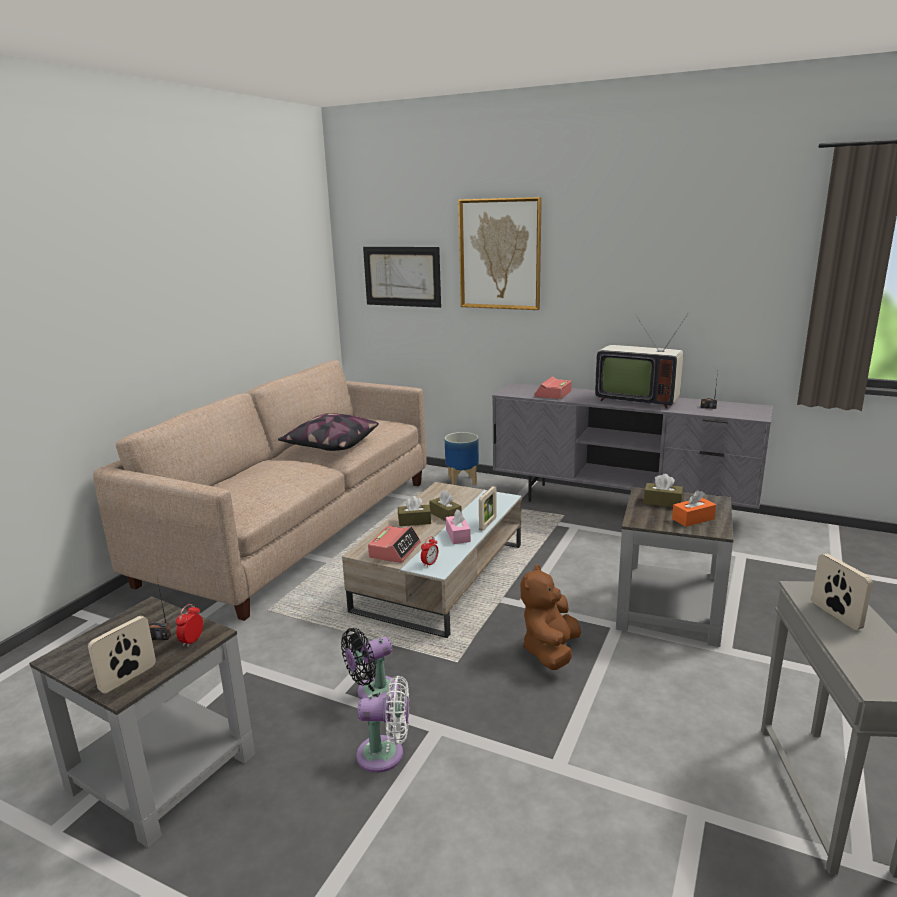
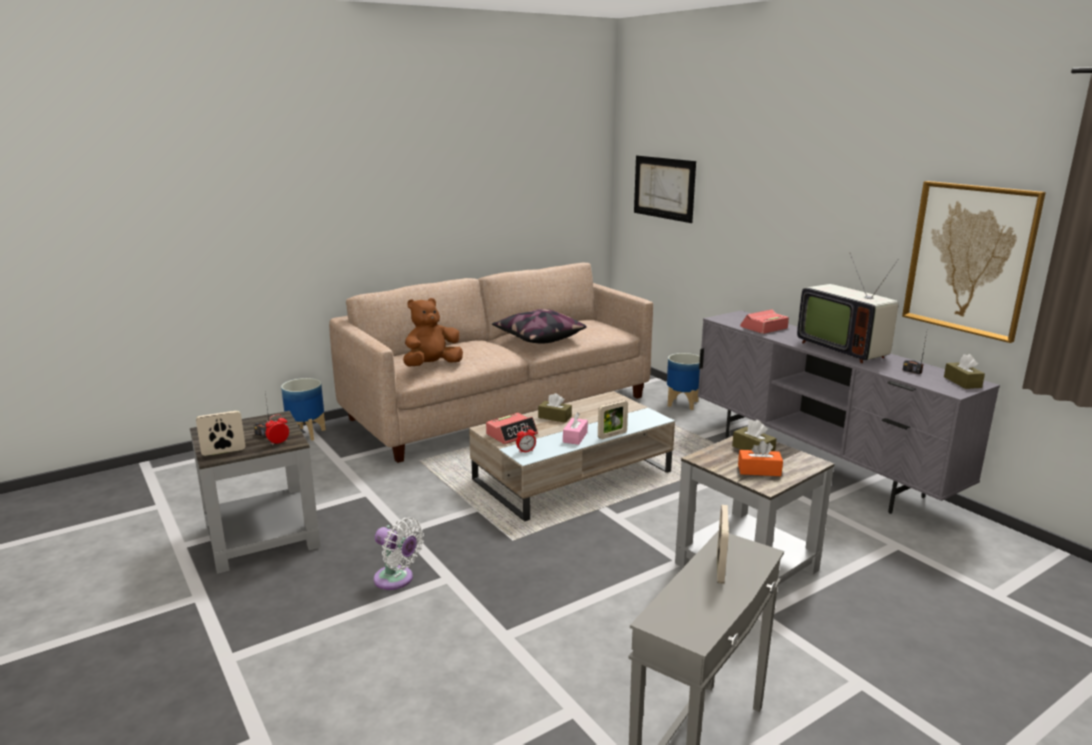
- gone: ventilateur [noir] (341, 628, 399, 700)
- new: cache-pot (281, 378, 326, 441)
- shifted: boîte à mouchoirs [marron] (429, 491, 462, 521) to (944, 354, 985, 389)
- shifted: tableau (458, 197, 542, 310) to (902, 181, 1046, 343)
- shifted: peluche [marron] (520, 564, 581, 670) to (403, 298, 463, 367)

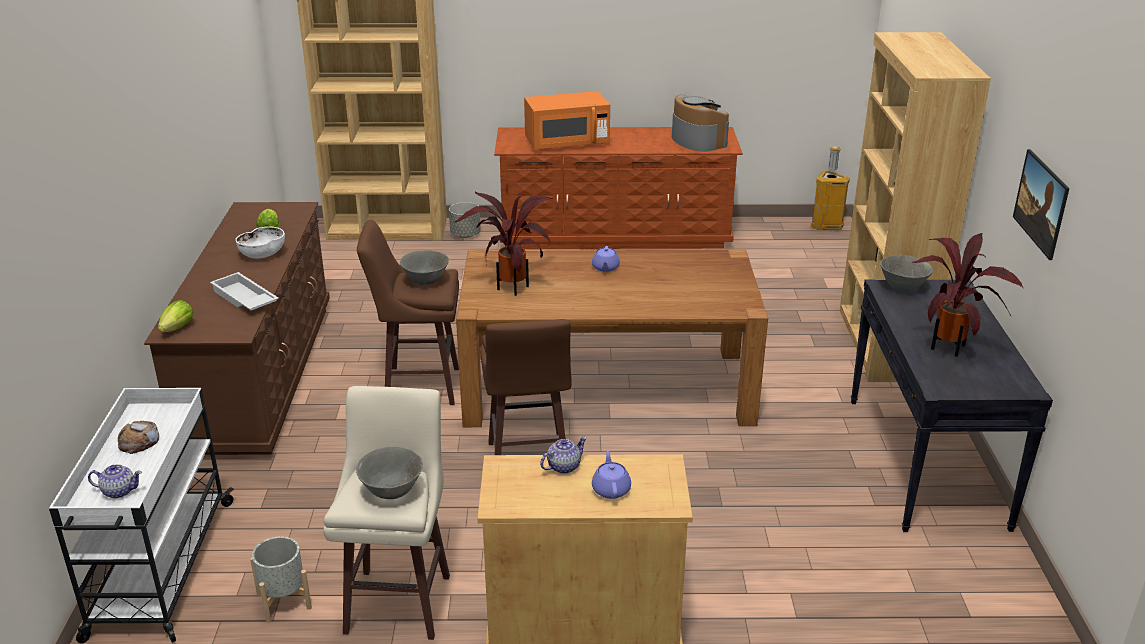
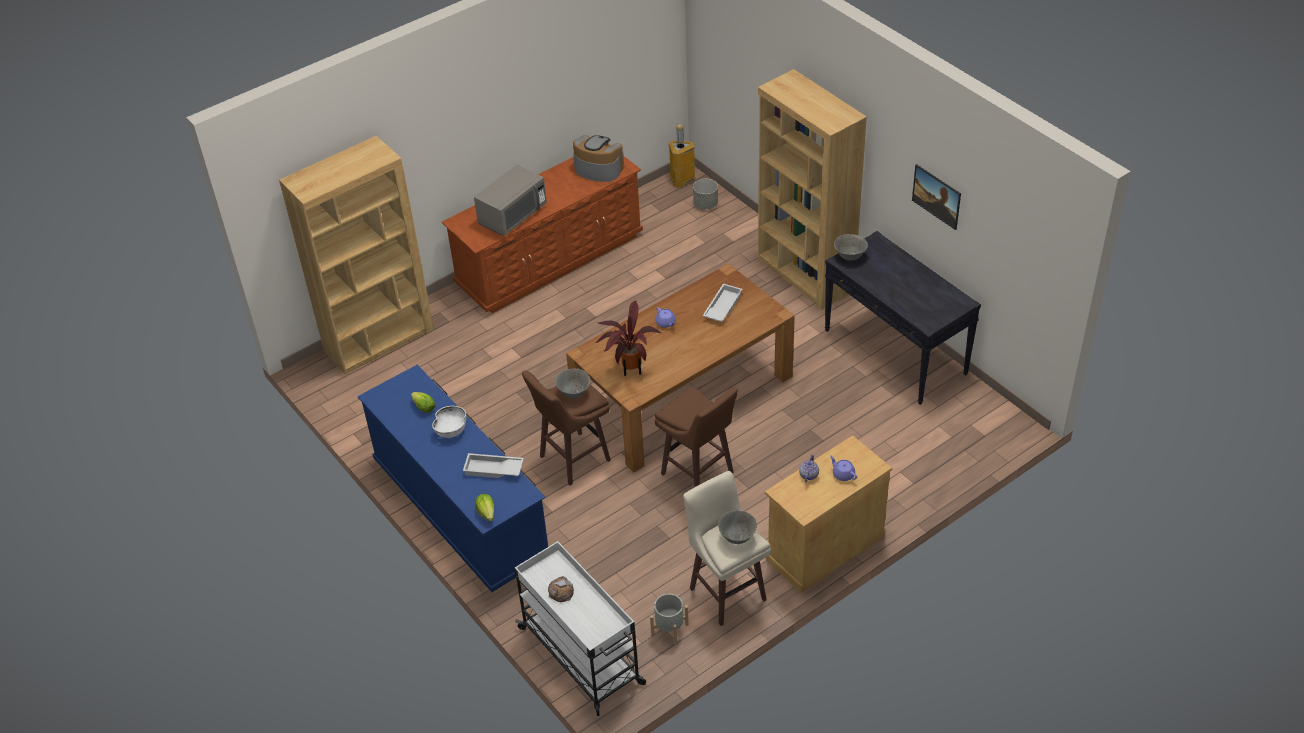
- gone: théière (88, 464, 142, 498)
- gone: plante en pot (913, 233, 1023, 357)
- new: plateau [blanc] (703, 284, 743, 322)
- shifted: cache-pot [gris] (449, 202, 481, 238) to (693, 179, 718, 209)
- repainted: commode [marron] (144, 202, 330, 455) to commode [bleu] (358, 365, 548, 592)
- repainted: micro-ondes [orange] (524, 91, 610, 150) to micro-ondes [gris] (474, 165, 547, 236)

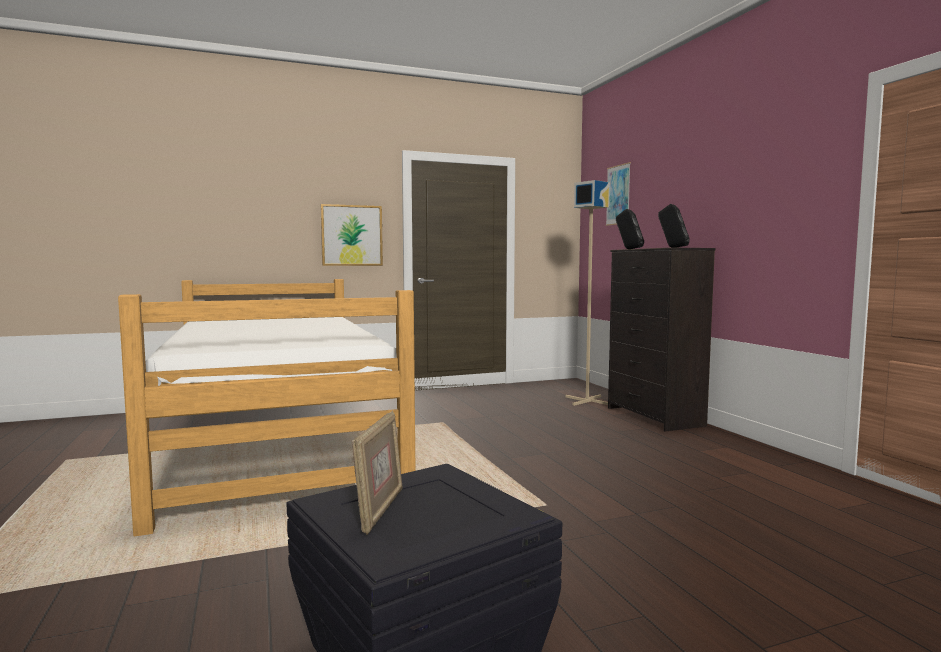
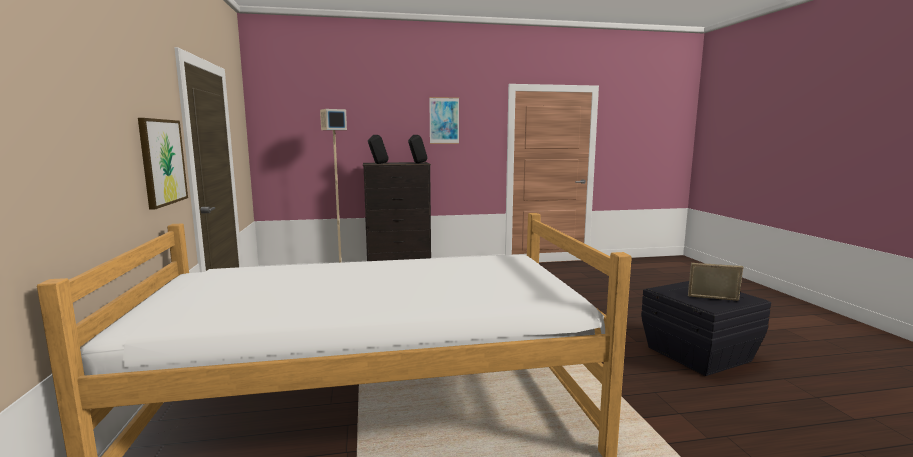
- shifted: tableau (606, 162, 631, 226) to (429, 97, 459, 144)

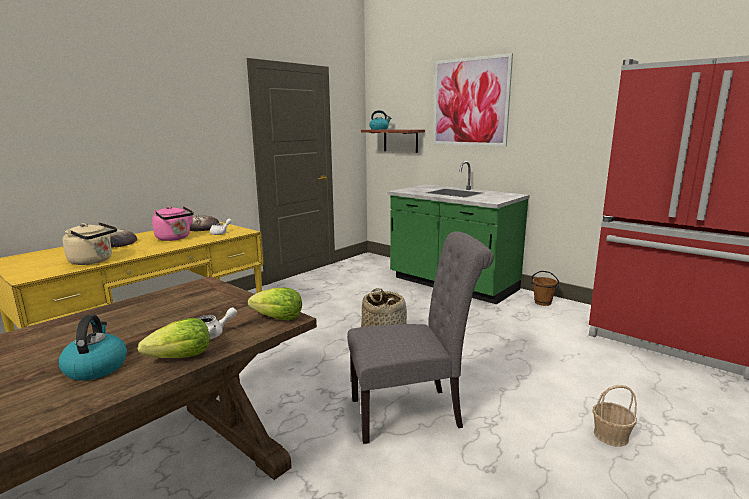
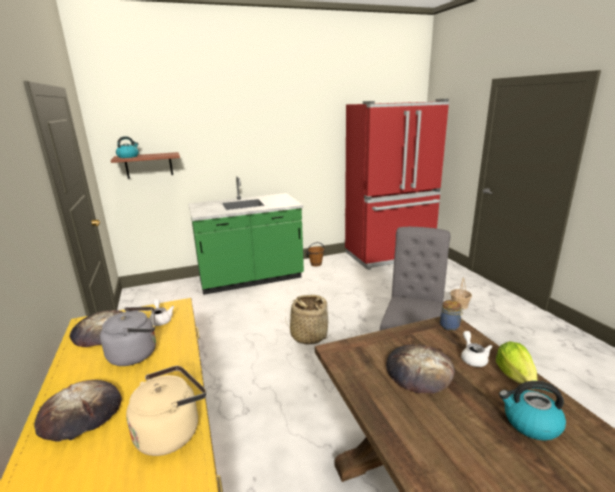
- gone: tableau (433, 53, 513, 147)
- new: pain (386, 344, 454, 393)
- swapped: laitue (248, 288, 302, 321) to bocal (440, 300, 463, 331)
- repainted: bouilloire [rose] (152, 206, 194, 241) to bouilloire [gris] (100, 307, 156, 366)

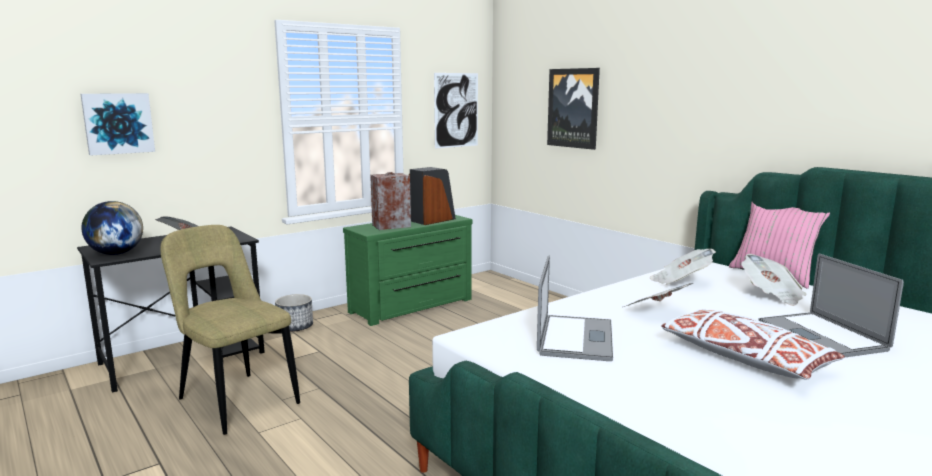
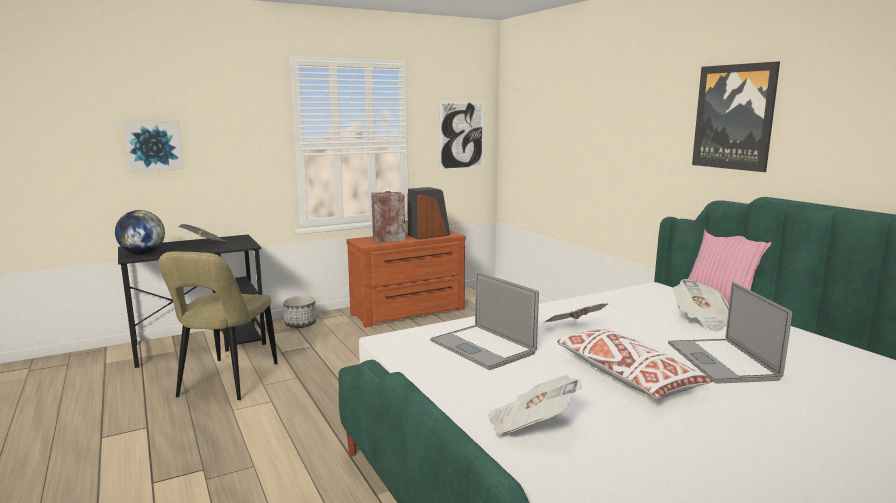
- shifted: tableau (547, 68, 600, 150) to (692, 61, 780, 172)
- shifted: journal (649, 249, 716, 285) to (488, 375, 582, 436)
- repainted: commode [vert] (343, 215, 472, 326) to commode [marron] (346, 230, 466, 328)
- rotated: chaise [beige] (160, 225, 300, 435) = (158, 252, 278, 400) 135 degrees counterclockwise
- rotated: ordinateur portable (537, 255, 613, 361) = (430, 271, 539, 370) 120 degrees clockwise

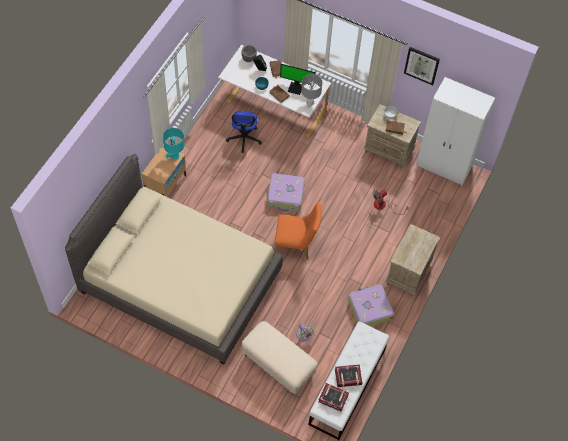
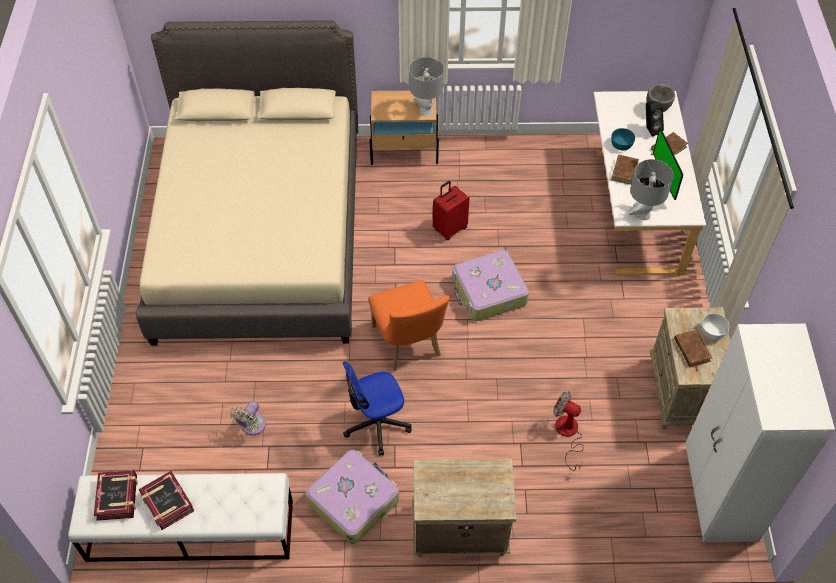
- gone: pouf [beige] (242, 321, 318, 395)
- gone: tableau (404, 47, 440, 85)
- new: valise [rouge] (433, 181, 469, 240)
- shifted: chaise de bureau (226, 111, 262, 153) to (343, 361, 412, 456)
- repainted: lampe de table [turquoise] (163, 128, 185, 160) to lampe de table [gris] (409, 57, 444, 116)

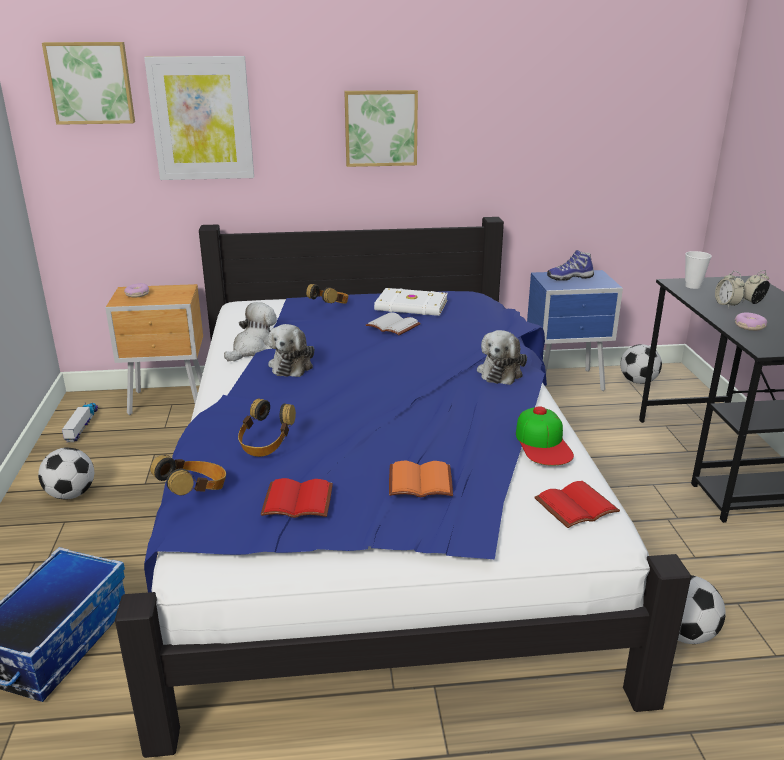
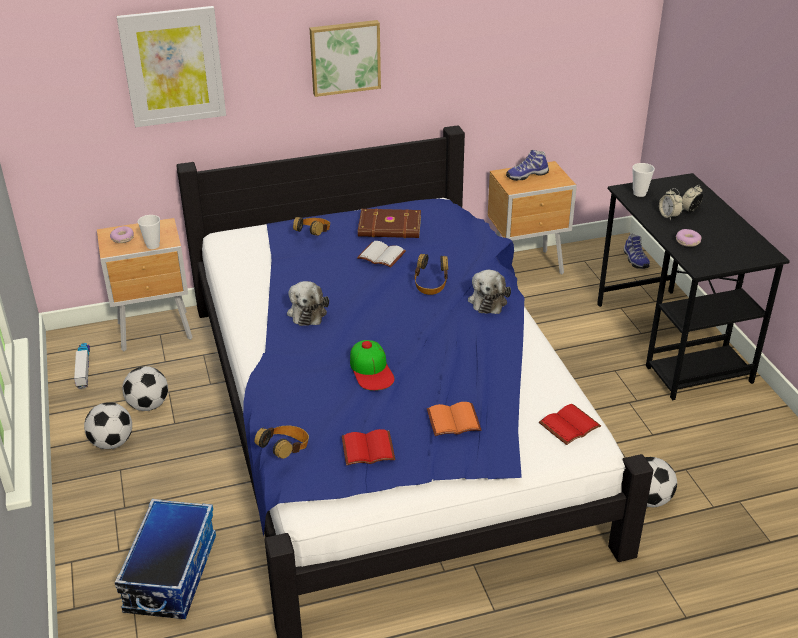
- gone: tableau (42, 42, 135, 125)
- gone: peluche (224, 302, 277, 362)
- new: tasse (138, 215, 160, 249)
- new: chaussure (624, 233, 650, 269)
- shifted: casque audio (238, 399, 296, 457) to (414, 254, 448, 295)
- shifted: casquette (516, 406, 574, 466) to (350, 340, 395, 391)
- shifted: ballon de foot (620, 344, 662, 384) to (122, 366, 168, 411)
- repainted: livre [blanc] (374, 288, 448, 316) to livre [marron] (358, 209, 421, 238)
- repainted: table de chevet [bleu] (527, 270, 623, 391) to table de chevet [marron] (488, 161, 577, 275)

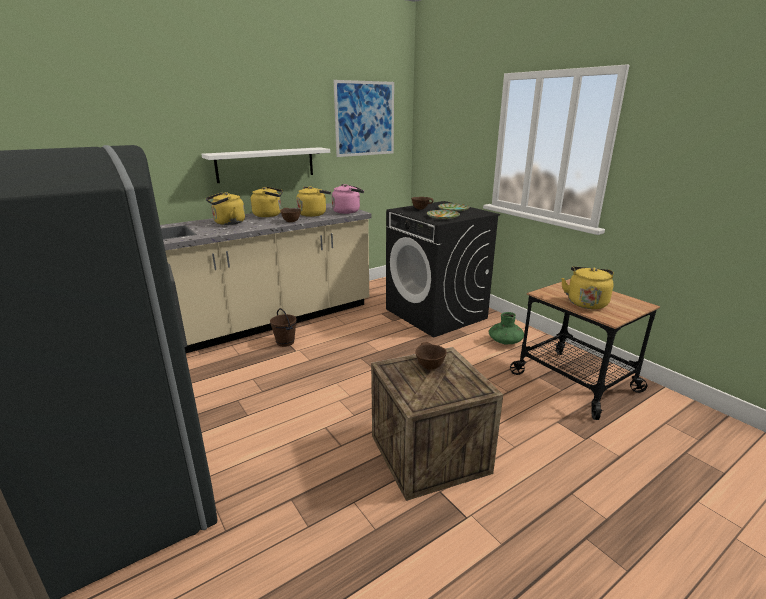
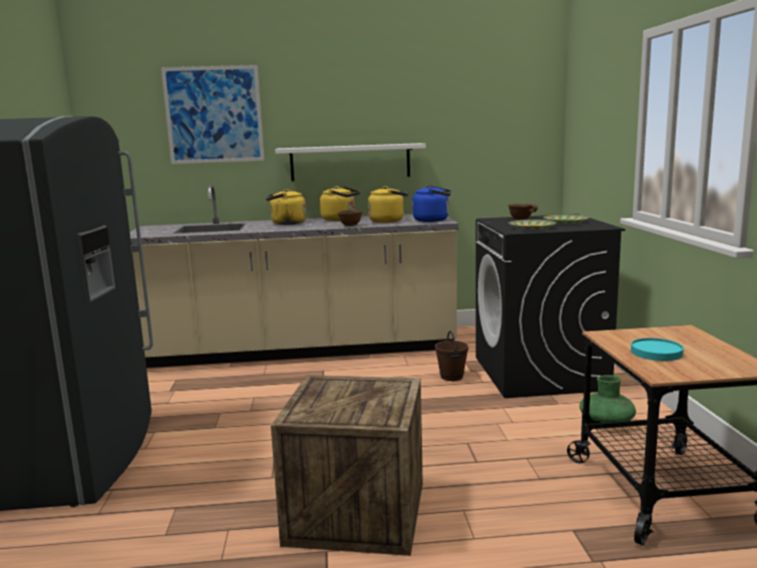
- gone: bol [marron] (416, 342, 447, 370)
- shifted: seau [marron] (270, 308, 297, 347) to (435, 331, 468, 381)
- shifted: tableau (333, 80, 394, 157) to (161, 65, 264, 164)
- swapped: bouilloire [jaune] (561, 266, 614, 309) to assiette [turquoise] (631, 338, 684, 361)
- repainted: bouilloire [rose] (332, 184, 364, 214) to bouilloire [bleu] (412, 185, 451, 222)

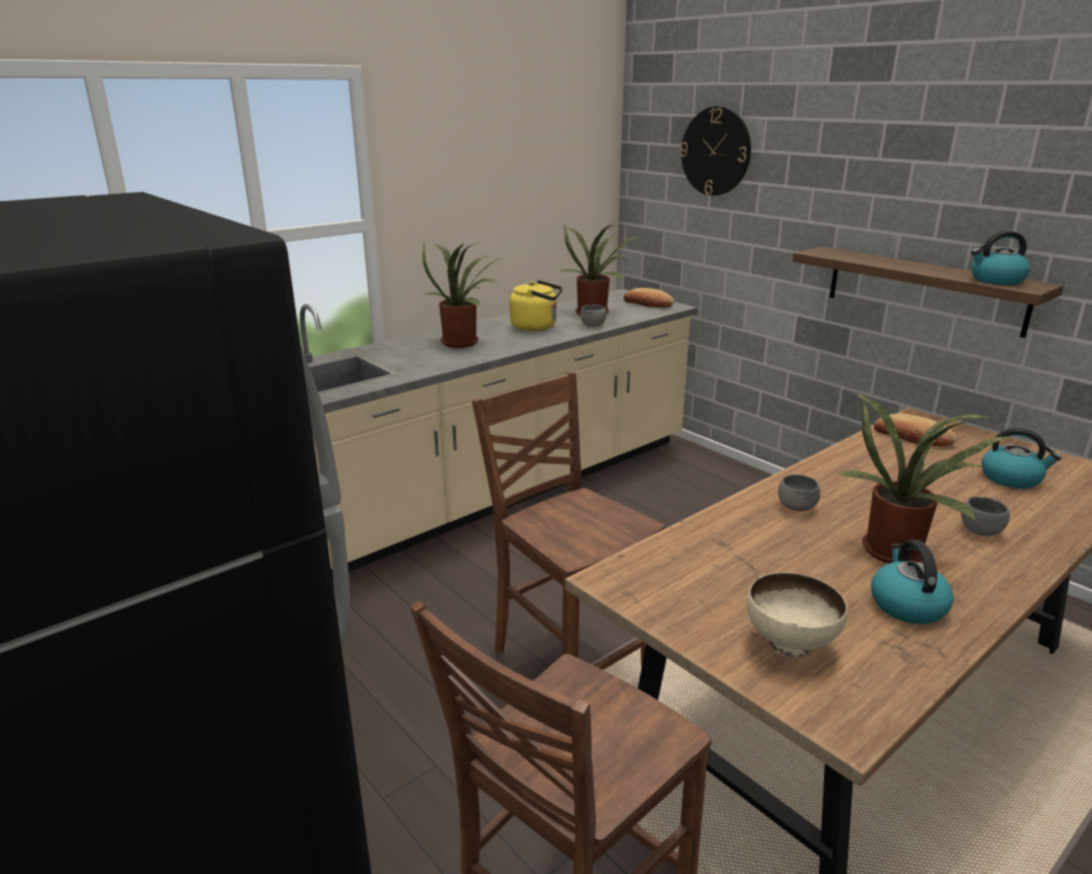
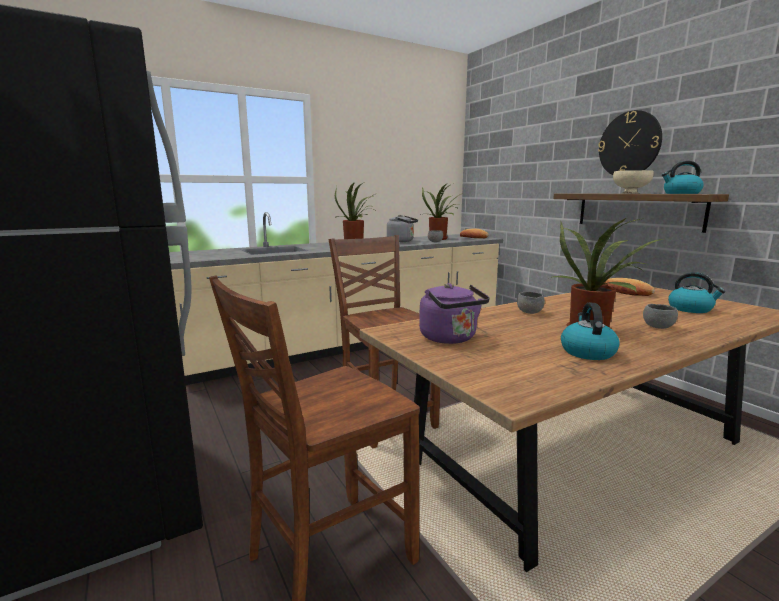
- new: bouilloire [violet] (419, 283, 490, 344)
- shifted: horloge murale (680, 106, 751, 196) to (598, 110, 662, 175)
- shifted: bol [beige] (747, 572, 847, 658) to (613, 170, 654, 194)
- repainted: bouilloire [jaune] (510, 280, 563, 331) to bouilloire [gris] (387, 215, 418, 242)

